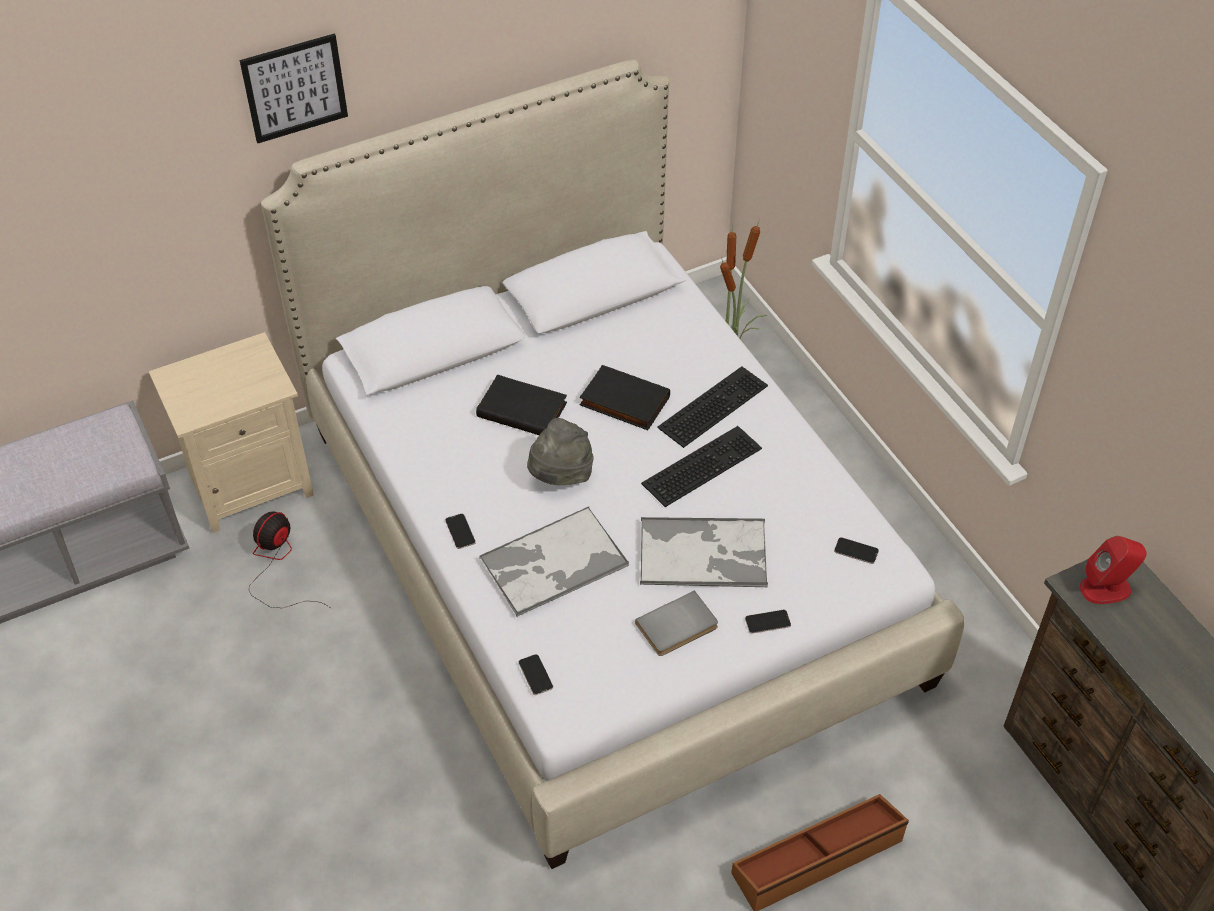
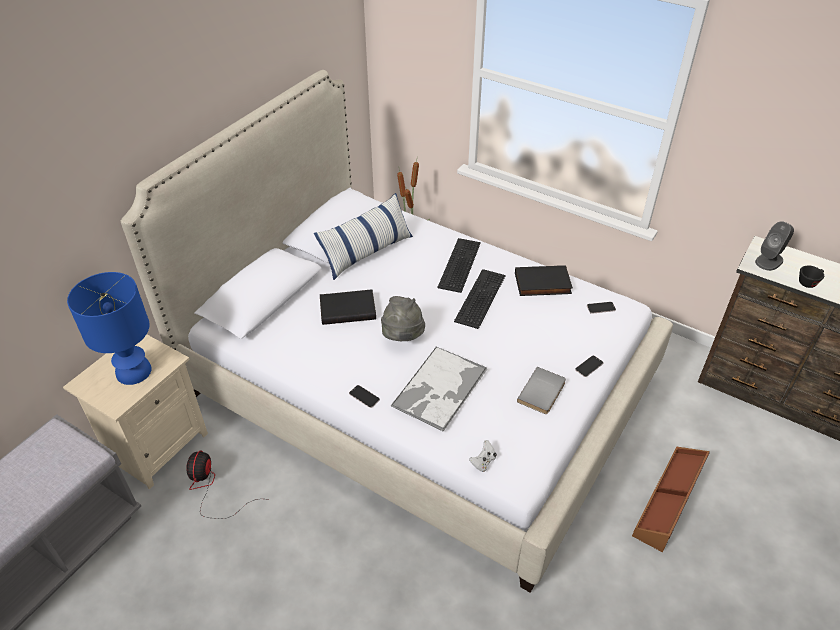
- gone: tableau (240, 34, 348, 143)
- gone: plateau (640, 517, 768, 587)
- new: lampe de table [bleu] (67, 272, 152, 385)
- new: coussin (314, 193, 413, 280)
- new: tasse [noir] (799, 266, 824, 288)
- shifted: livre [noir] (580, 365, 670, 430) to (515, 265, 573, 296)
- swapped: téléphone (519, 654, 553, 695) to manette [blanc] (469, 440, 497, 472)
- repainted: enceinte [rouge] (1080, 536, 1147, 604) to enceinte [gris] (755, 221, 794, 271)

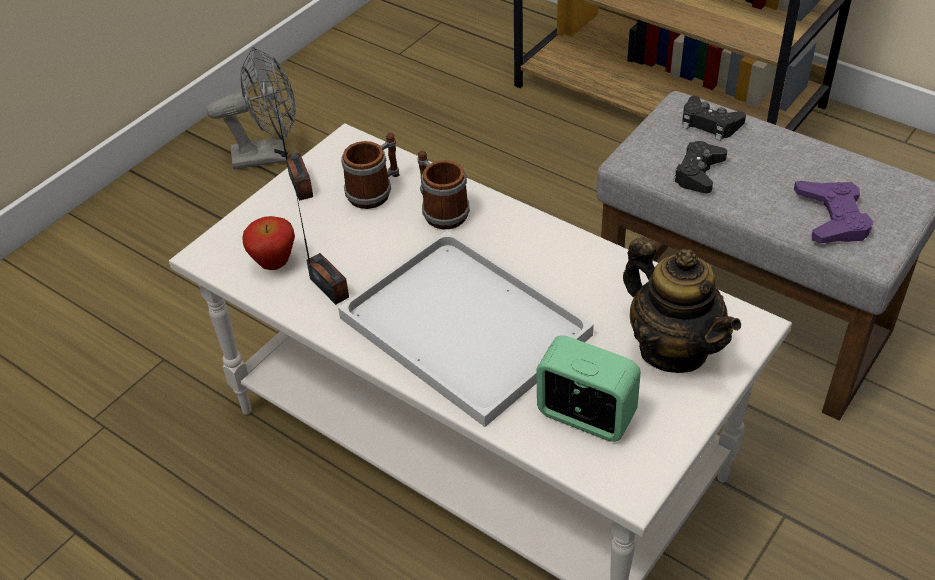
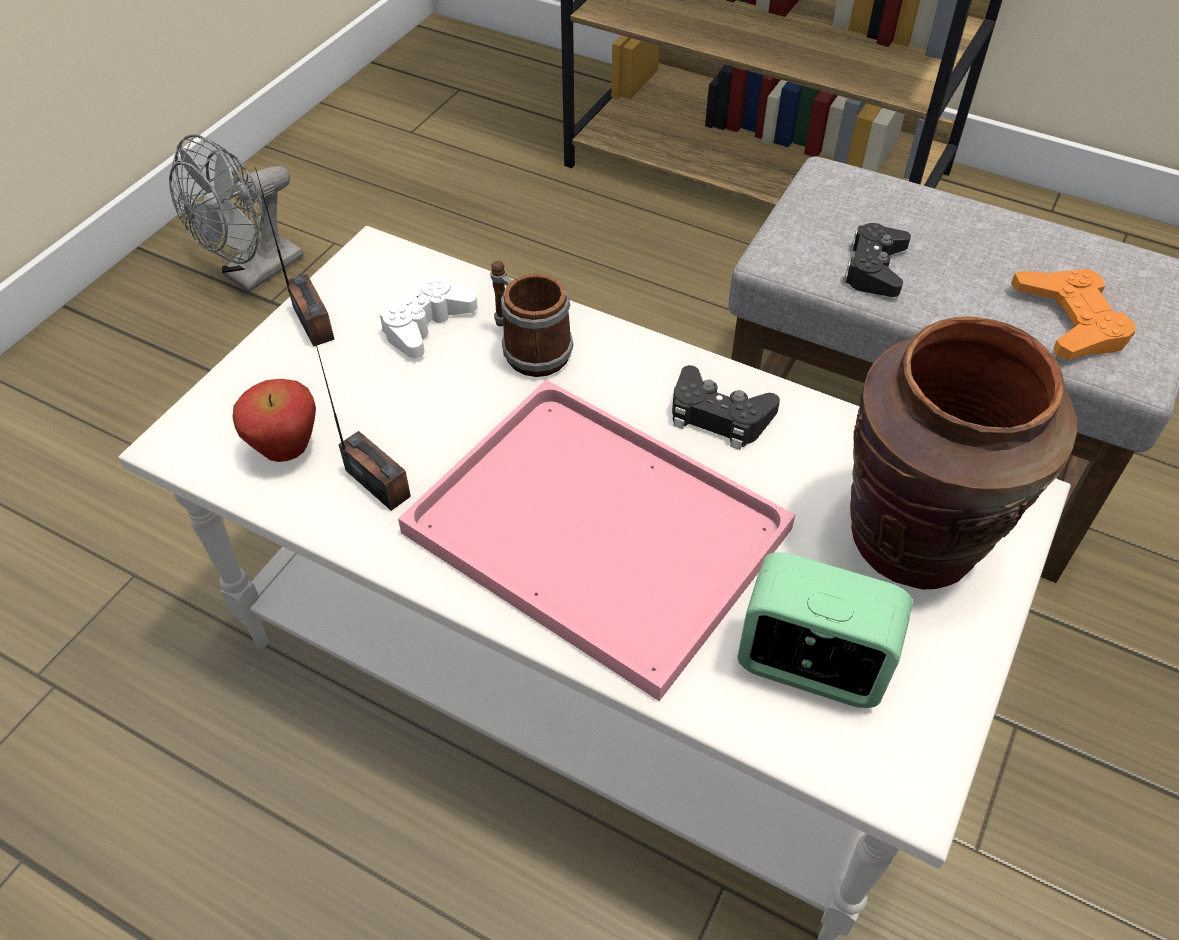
- shifted: manette [noir] (682, 96, 746, 141) to (672, 365, 780, 450)
- swapped: mug (341, 133, 400, 209) to manette [blanc] (379, 275, 478, 358)
- swapped: théière (623, 236, 741, 373) to vase [marron] (850, 317, 1077, 590)
- repainted: plateau [blanc] (338, 231, 594, 427) to plateau [rose] (398, 380, 795, 701)
- repainted: manette [violet] (794, 181, 873, 243) to manette [orange] (1011, 269, 1135, 360)
- rotated: ventilateur [gris] (206, 47, 296, 170) = (169, 134, 304, 292) 150 degrees clockwise

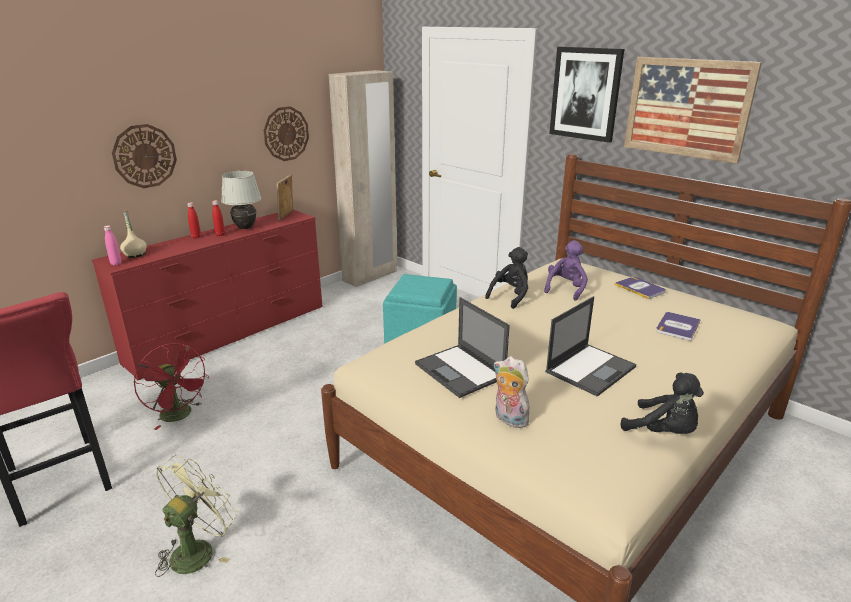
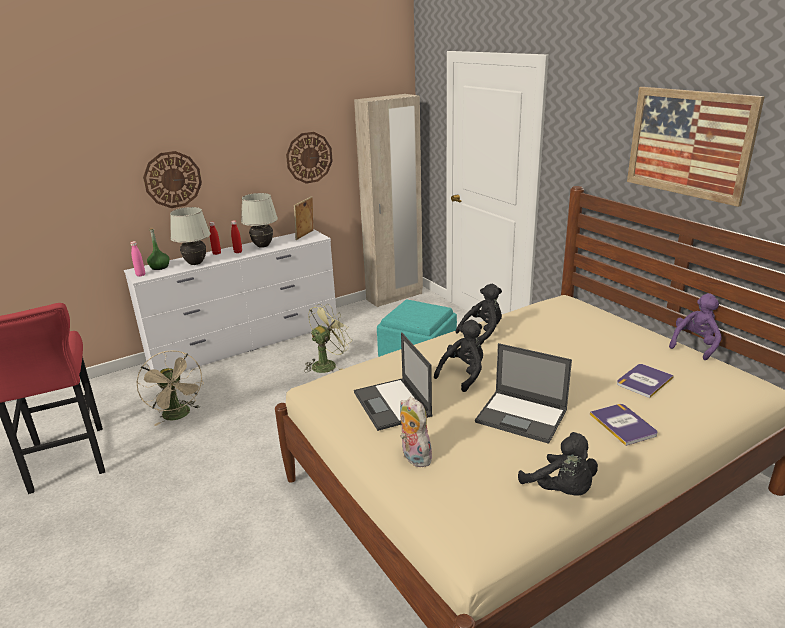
- gone: tableau (549, 47, 624, 143)
- new: lampe de table [blanc] (170, 207, 211, 265)
- new: peluche [noir] (434, 320, 483, 392)
- shifted: ventilateur [vert] (155, 455, 238, 577) to (304, 304, 352, 373)
- shifted: peluche [violet] (544, 240, 588, 301) to (669, 293, 722, 360)
- shifted: livre (615, 277, 666, 299) to (590, 404, 658, 446)
- repainted: commode [rouge] (92, 210, 323, 380) to commode [blanc] (124, 229, 337, 371)
- repainted: bouteille [beige] (120, 210, 147, 258) to bouteille [vert] (147, 228, 170, 270)
- repainted: ventilateur [rouge] (133, 343, 210, 430) to ventilateur [beige] (136, 350, 204, 426)
- rotated: ordinateur portable (545, 296, 636, 397) = (475, 343, 572, 444) 60 degrees clockwise

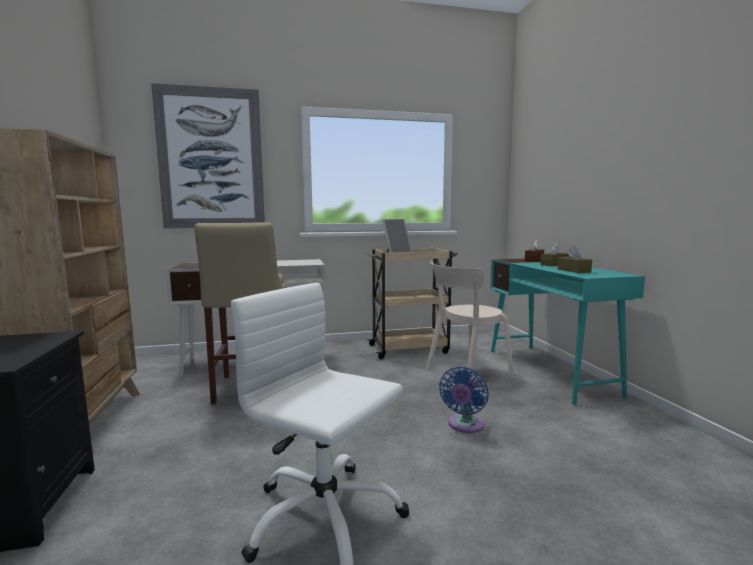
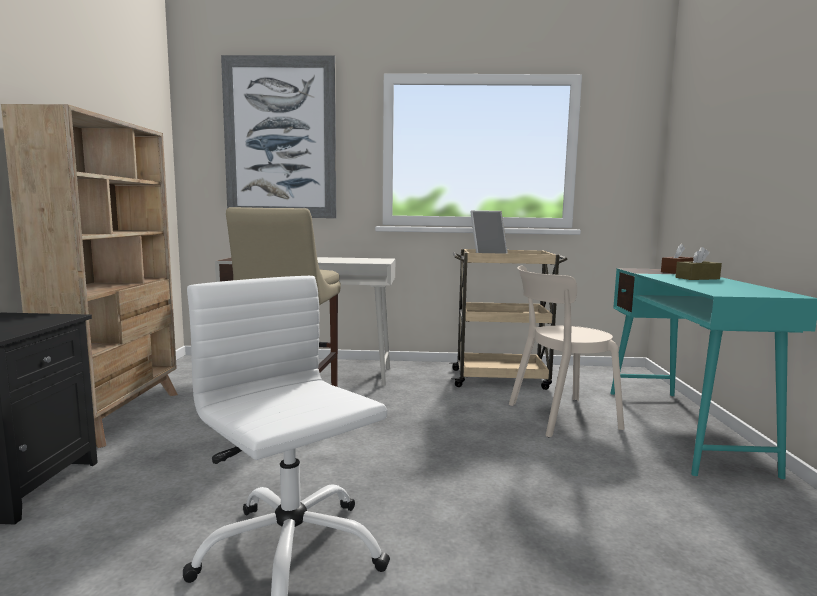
- gone: ventilateur [bleu] (439, 367, 489, 433)
- gone: boîte à mouchoirs [marron] (558, 246, 592, 273)

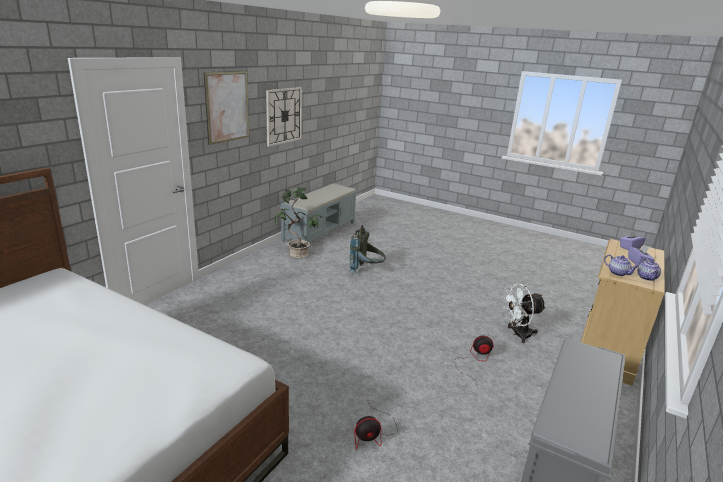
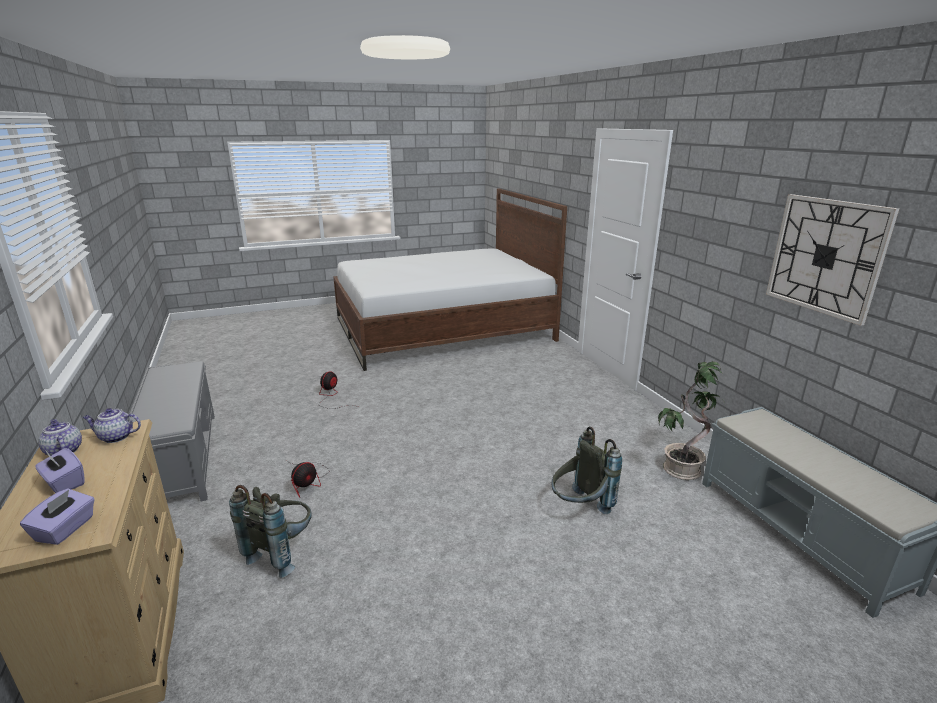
- gone: tableau (204, 71, 249, 145)
- swapped: ventilateur [blanc] (502, 284, 546, 343) to sac à dos [gris] (229, 485, 312, 578)

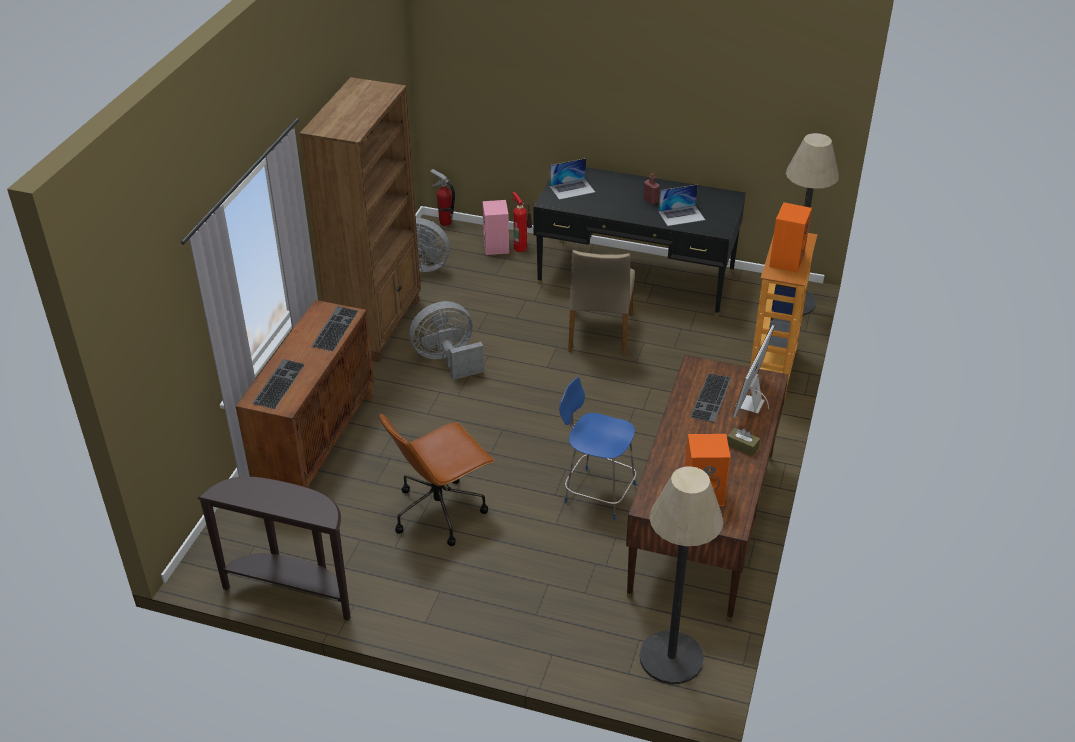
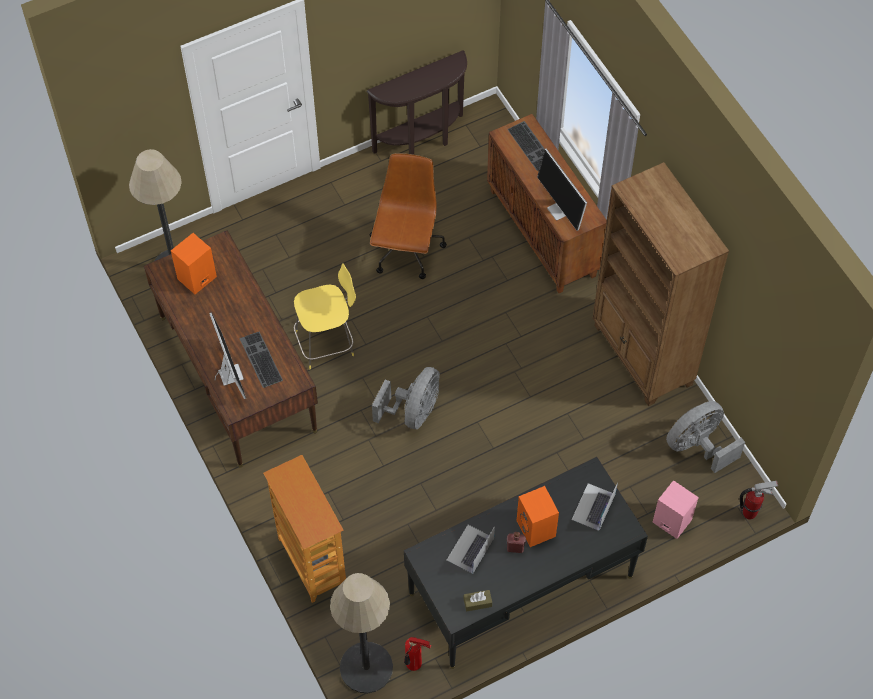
- gone: chaise [beige] (568, 250, 635, 356)
- shifted: ventilateur [gris] (409, 301, 484, 380) to (372, 367, 440, 429)
- shifted: extincteur (512, 192, 532, 252) to (404, 637, 431, 671)
- shifted: boîte à mouchoirs [marron] (727, 428, 760, 456) to (464, 590, 492, 612)
- shifted: enceinte [orange] (769, 202, 812, 273) to (517, 486, 559, 547)
- swapped: clavier (312, 306, 358, 351) to écran d'ordinateur (537, 149, 587, 231)
- repainted: tabouret [bleu] (559, 377, 637, 520) to tabouret [jaune] (294, 263, 356, 369)

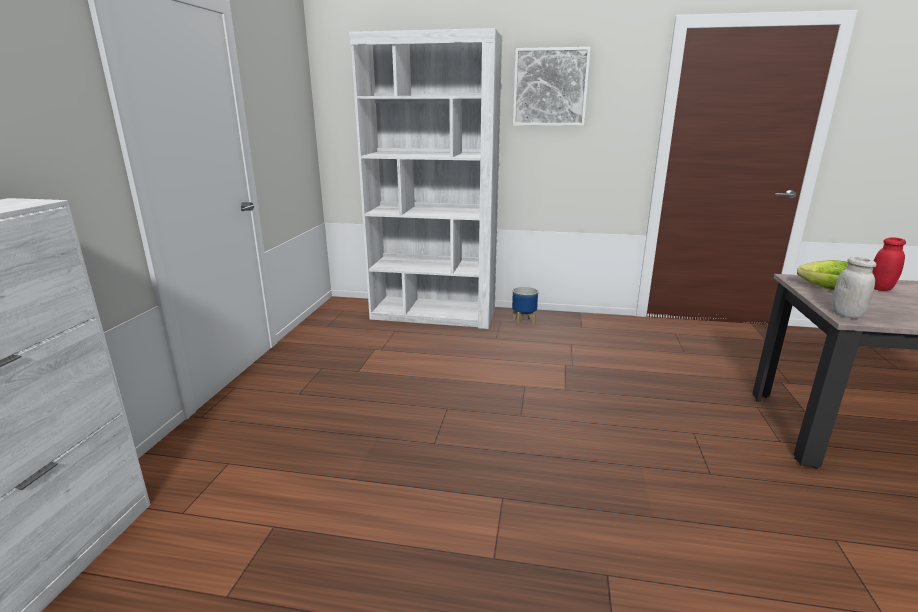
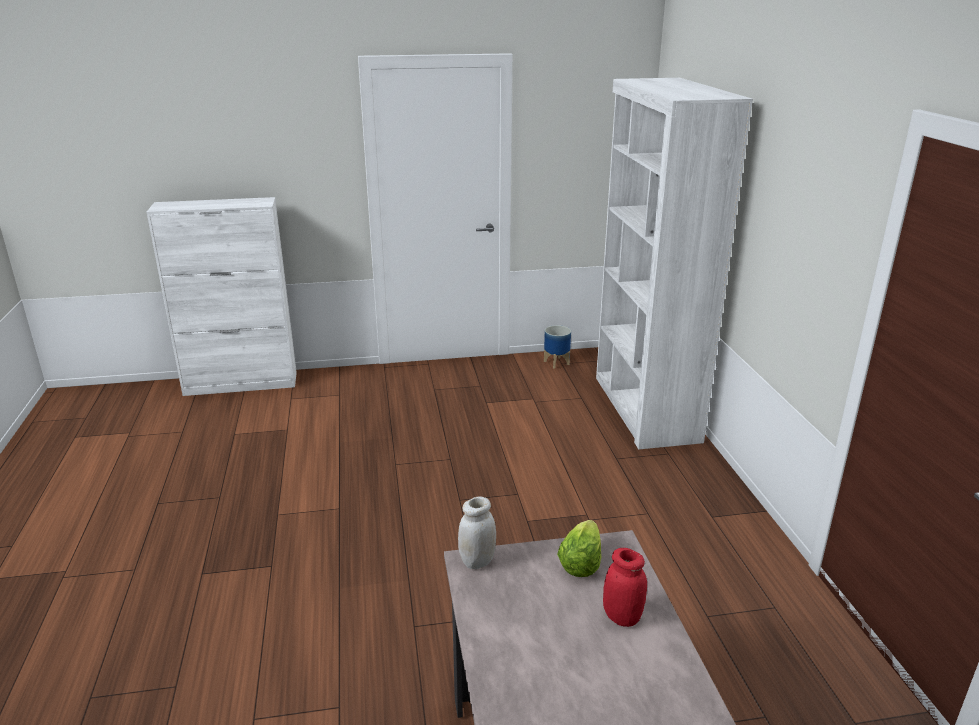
- gone: tableau (513, 47, 591, 126)
- shifted: cache-pot (512, 286, 538, 326) to (544, 325, 571, 369)

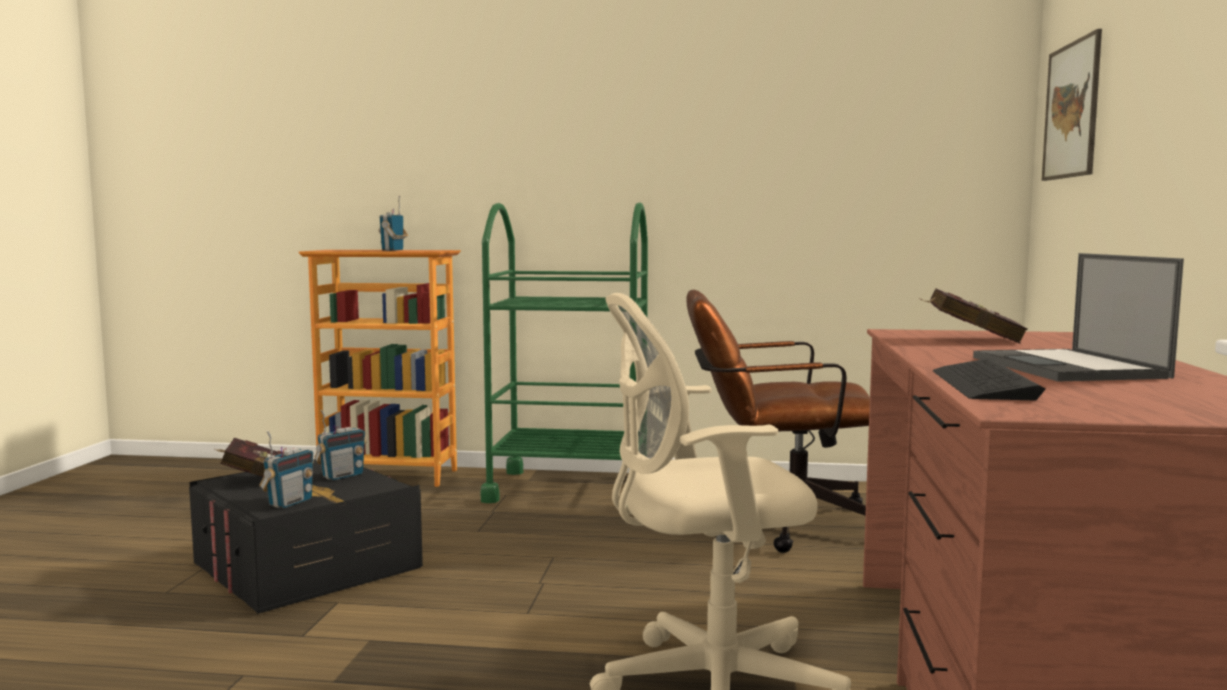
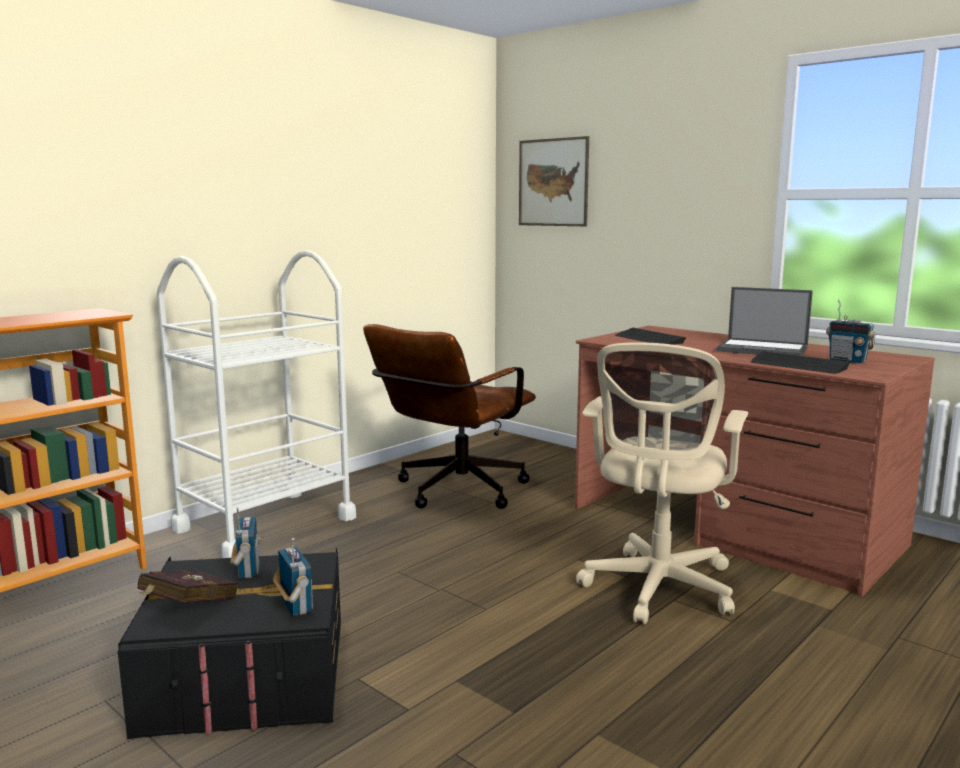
- shifted: radio (379, 196, 408, 251) to (826, 299, 876, 363)
- swapped: livre [rouge] (918, 289, 1028, 344) to clavier (615, 328, 686, 345)
- repainted: chariot [vert] (481, 202, 648, 507) to chariot [blanc] (157, 250, 356, 558)

